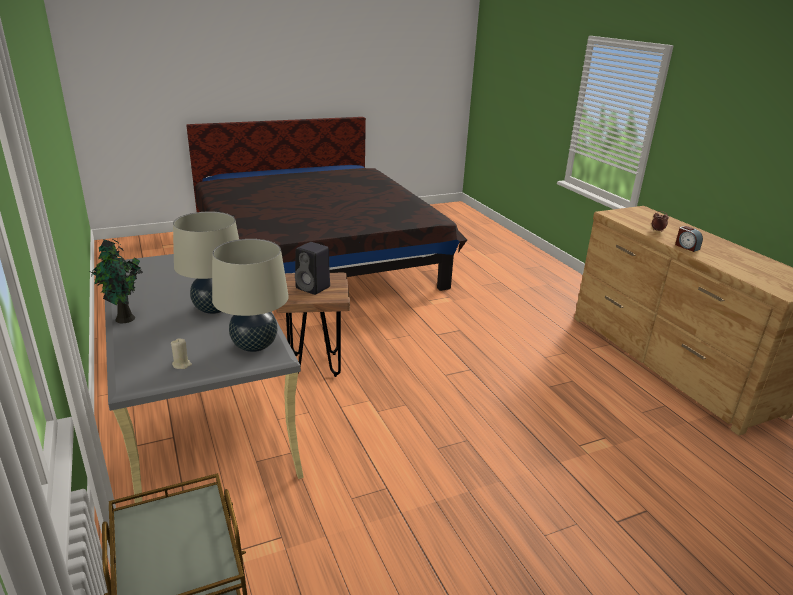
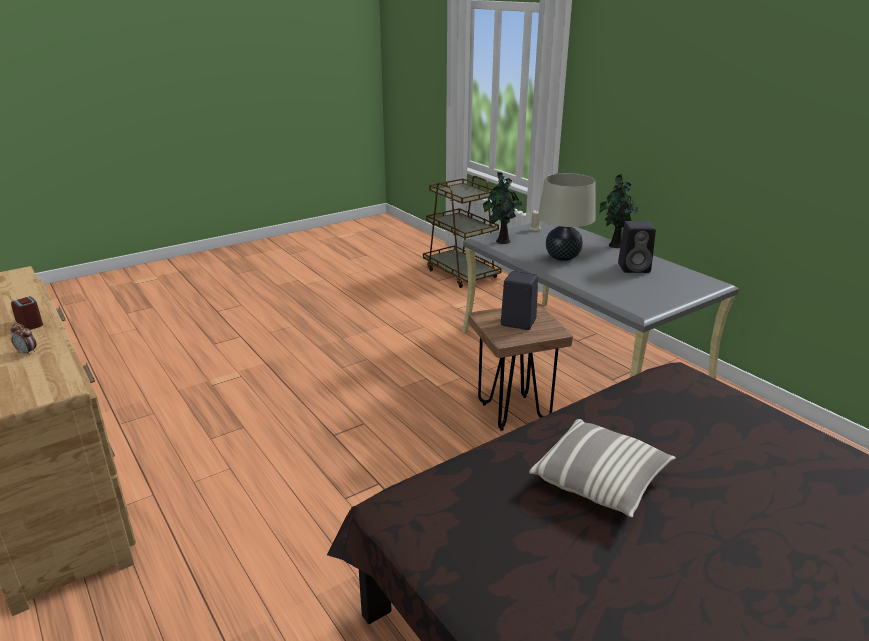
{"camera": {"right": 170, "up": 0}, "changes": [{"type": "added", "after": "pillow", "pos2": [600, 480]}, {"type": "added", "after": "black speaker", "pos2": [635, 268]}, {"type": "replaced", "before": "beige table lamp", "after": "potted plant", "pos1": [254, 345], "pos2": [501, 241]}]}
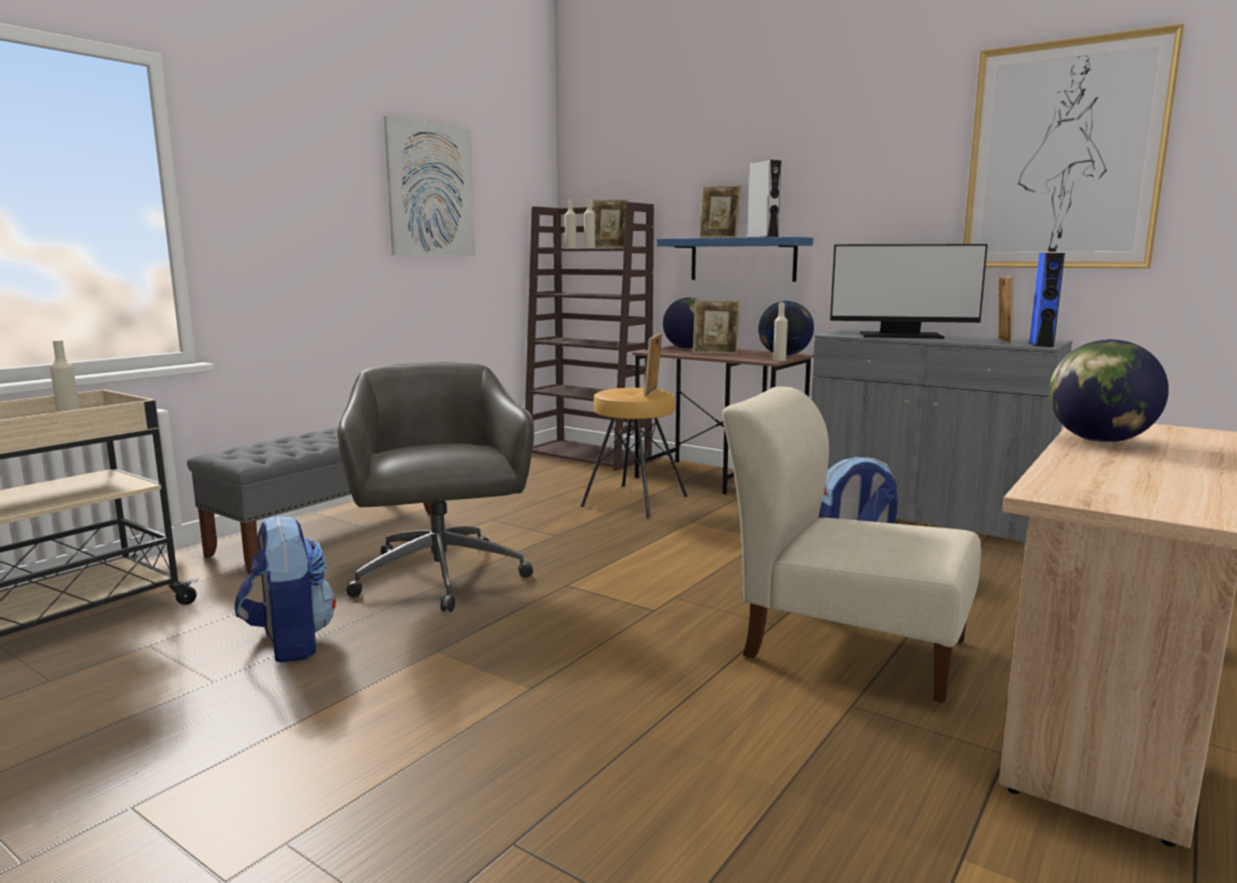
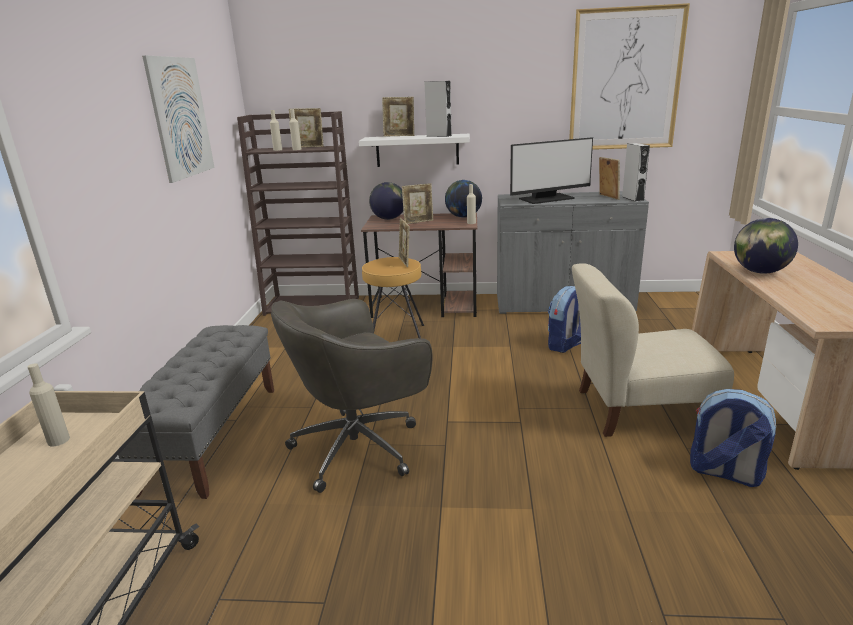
{"camera": {"right": -30, "up": 10}, "changes": [{"type": "moved", "before": "backpack", "pos1": [289, 643], "pos2": [724, 472]}, {"type": "recoloured", "before": "blue shelf", "after": "white shelf", "pos1": [742, 259], "pos2": [417, 150]}, {"type": "recoloured", "before": "blue speaker", "after": "grey speaker", "pos1": [1041, 345], "pos2": [632, 198]}, {"type": "turned", "before": "grey office chair", "pos1": [440, 578], "pos2": [359, 446], "turn": -75}]}
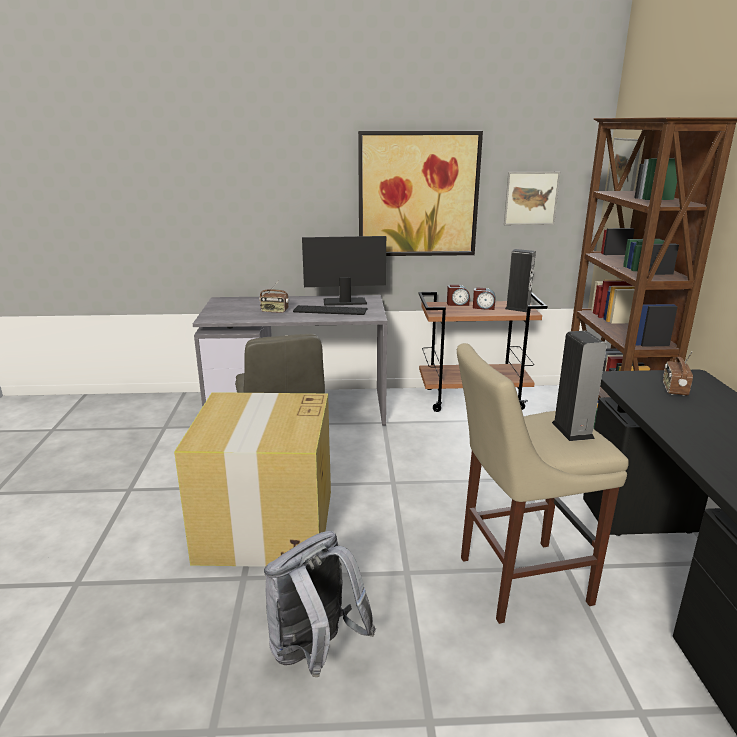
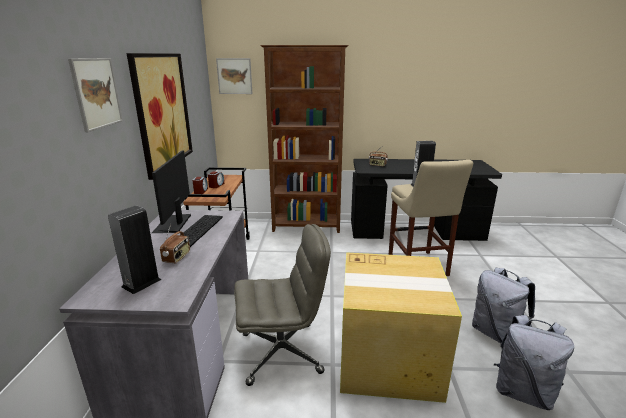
{"camera": {"right": -85, "up": 0}, "changes": [{"type": "added", "after": "grey backpack", "pos2": [522, 391]}, {"type": "moved", "before": "picture", "pos1": [531, 198], "pos2": [96, 93]}, {"type": "moved", "before": "speaker", "pos1": [518, 308], "pos2": [141, 283]}]}
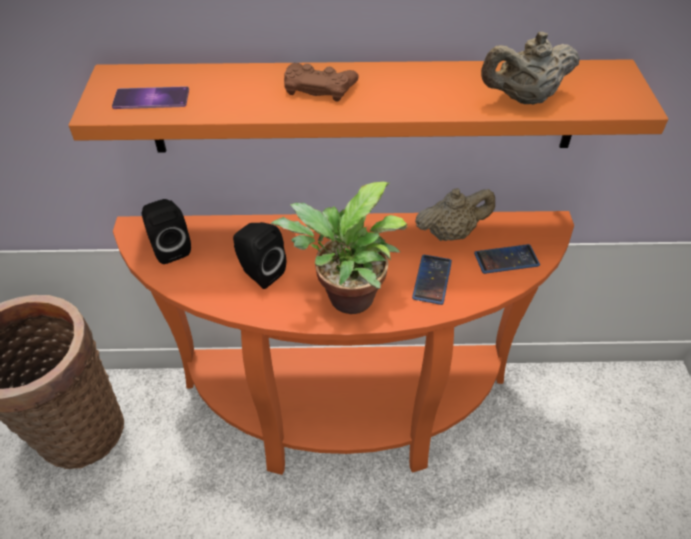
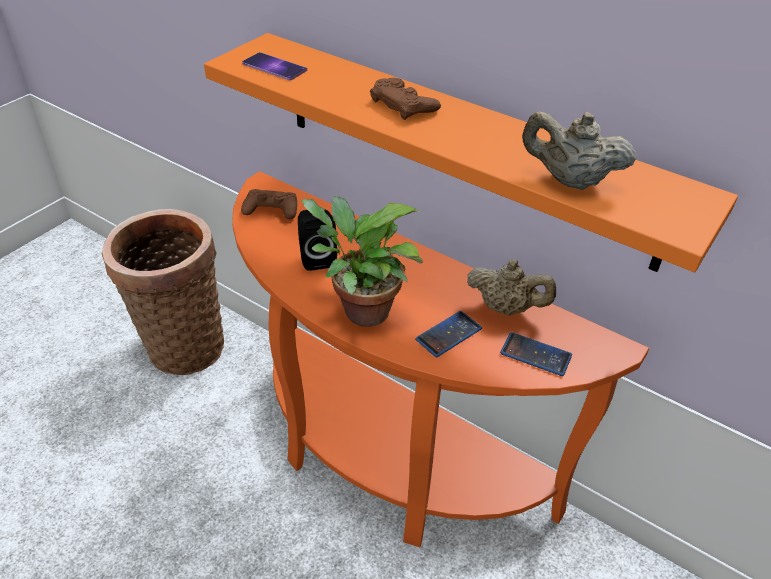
{"camera": {"right": 35, "up": -5}, "changes": [{"type": "replaced", "before": "black speaker", "after": "brown game controller", "pos1": [170, 248], "pos2": [271, 209]}]}
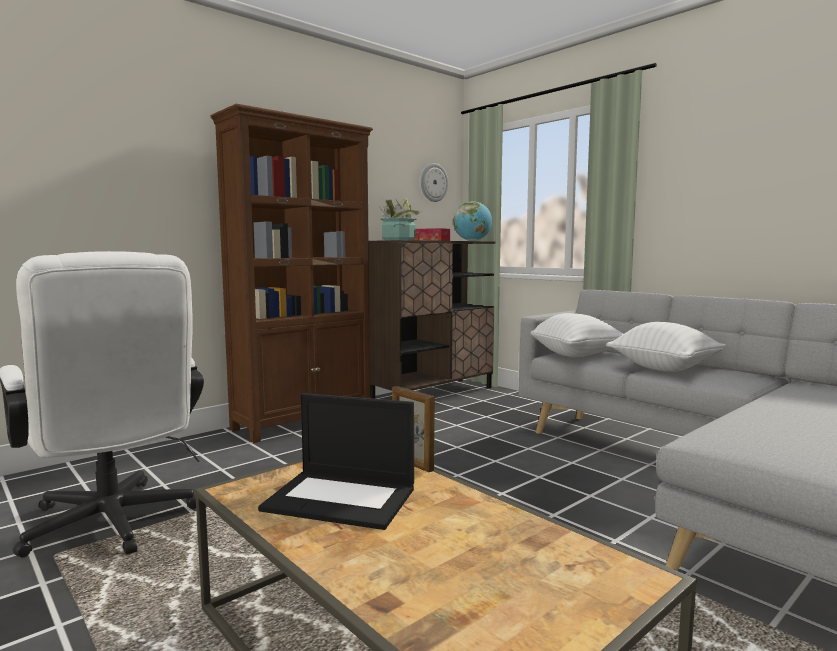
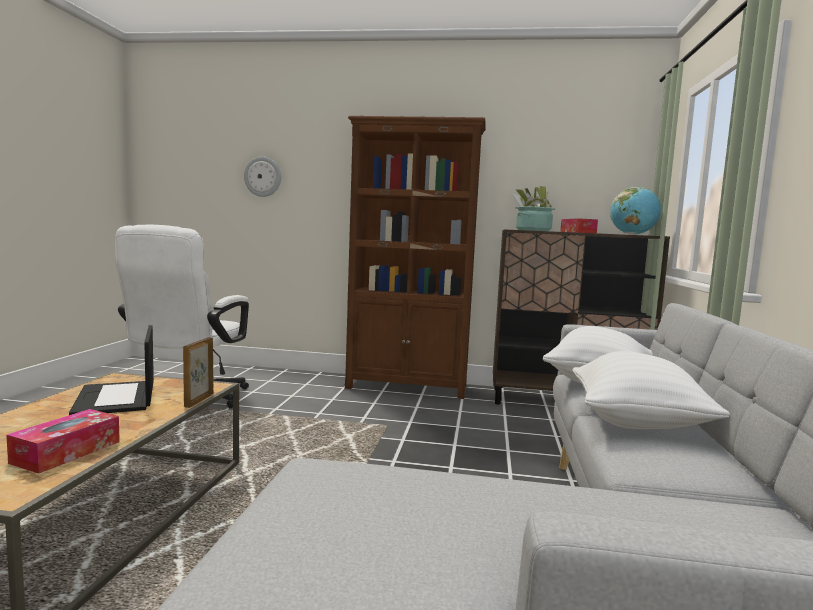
{"camera": {"right": 50, "up": 0}, "changes": [{"type": "added", "after": "tissue box", "pos2": [67, 452]}, {"type": "moved", "before": "wall clock", "pos1": [433, 182], "pos2": [263, 177]}]}
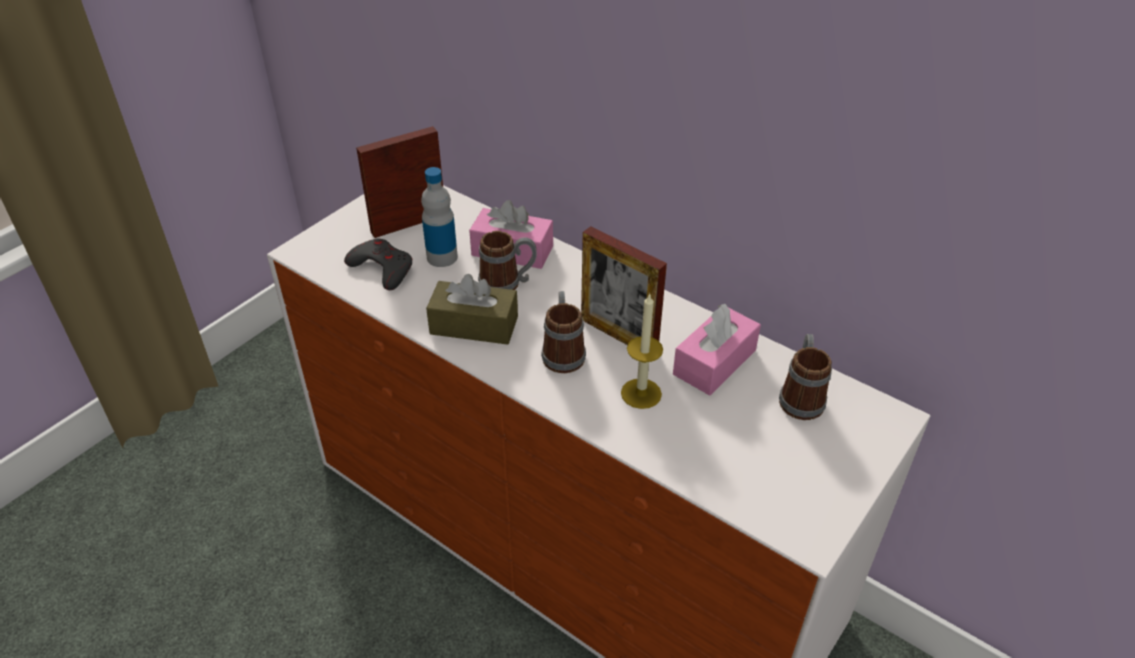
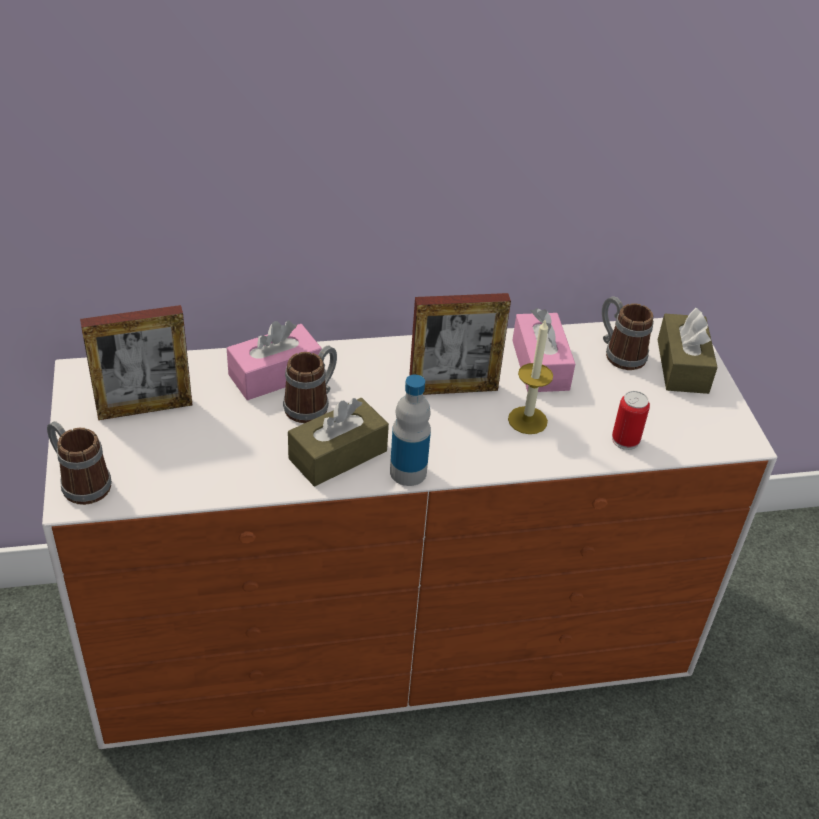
{"camera": {"right": -50, "up": 0}, "changes": [{"type": "removed", "before": "grey game controller", "pos1": [382, 268]}, {"type": "added", "after": "can", "pos2": [625, 440]}, {"type": "added", "after": "brown tissue box", "pos2": [682, 366]}, {"type": "moved", "before": "bottle", "pos1": [442, 257], "pos2": [408, 472]}, {"type": "moved", "before": "mug", "pos1": [563, 352], "pos2": [80, 482]}, {"type": "turned", "before": "picture frame", "pos1": [408, 223], "pos2": [145, 408], "turn": -120}]}
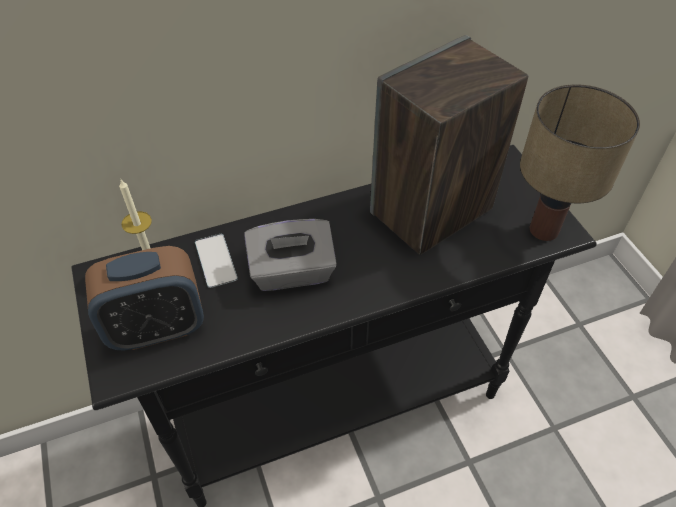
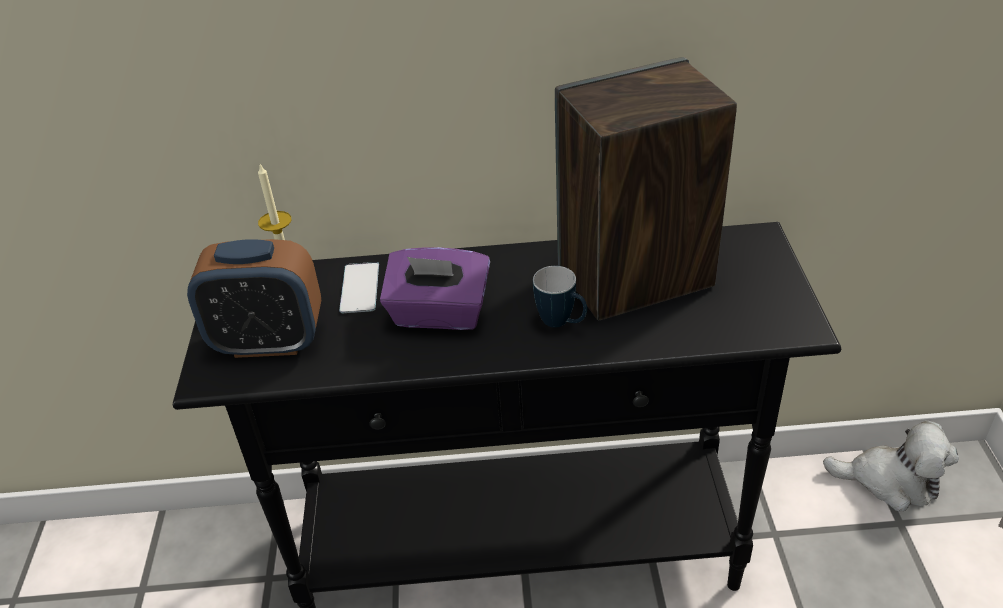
{"camera": {"right": 20, "up": -10}, "changes": [{"type": "removed", "before": "table lamp", "pos1": [543, 231]}, {"type": "added", "after": "mug", "pos2": [562, 323]}, {"type": "added", "after": "plush toy", "pos2": [890, 481]}, {"type": "recoloured", "before": "grey tissue box", "after": "purple tissue box", "pos1": [292, 273], "pos2": [439, 314]}]}
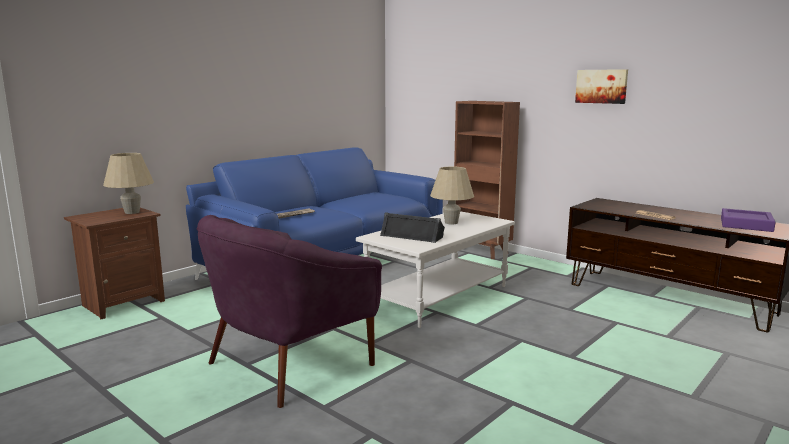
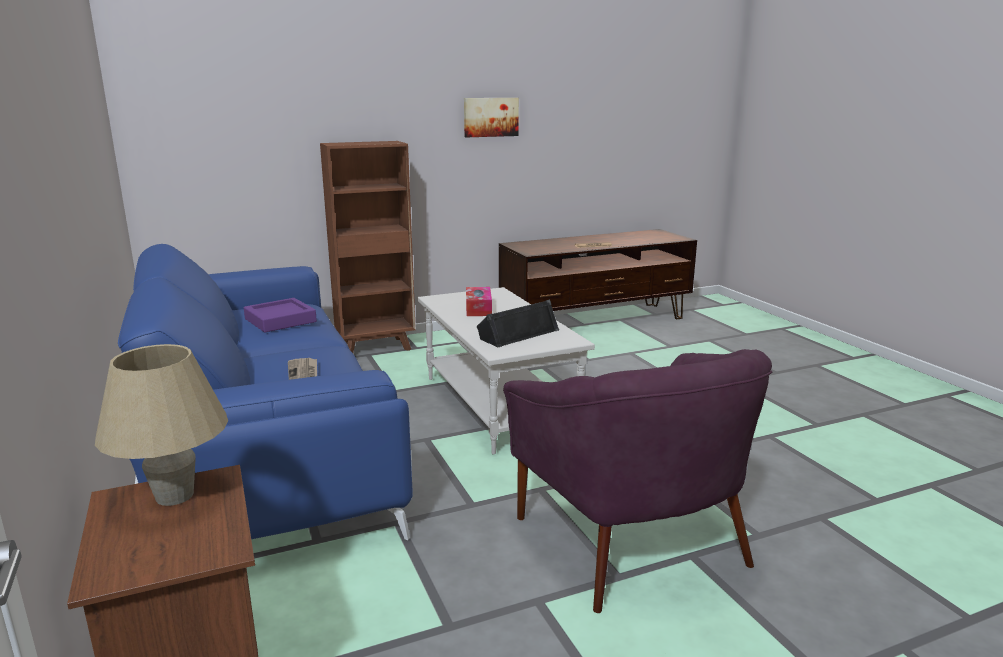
{"camera": {"right": -65, "up": 5}, "changes": [{"type": "moved", "before": "purple tray", "pos1": [746, 224], "pos2": [280, 320]}, {"type": "replaced", "before": "beige table lamp", "after": "tissue box", "pos1": [451, 222], "pos2": [478, 308]}]}
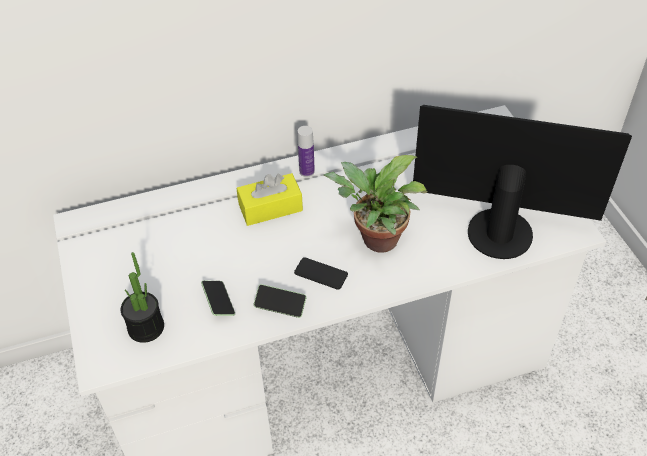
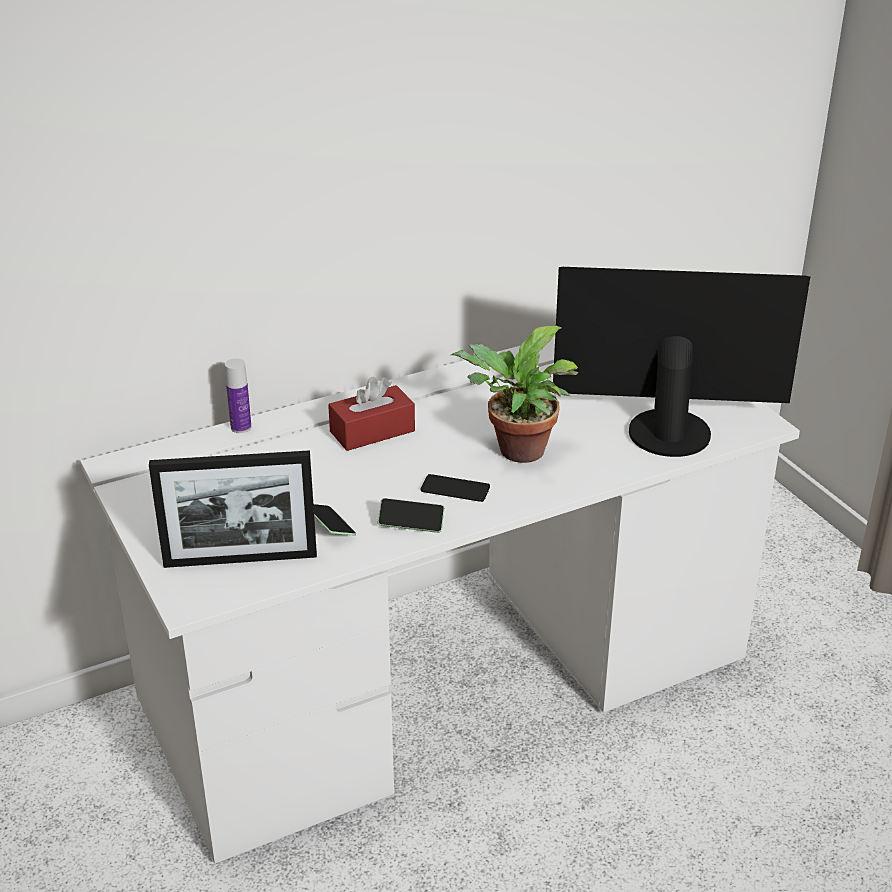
{"camera": {"right": -10, "up": -15}, "changes": [{"type": "moved", "before": "bottle", "pos1": [307, 171], "pos2": [241, 427]}, {"type": "replaced", "before": "potted plant", "after": "picture frame", "pos1": [146, 327], "pos2": [240, 559]}, {"type": "recoloured", "before": "yellow tissue box", "after": "red tissue box", "pos1": [270, 208], "pos2": [372, 431]}]}
